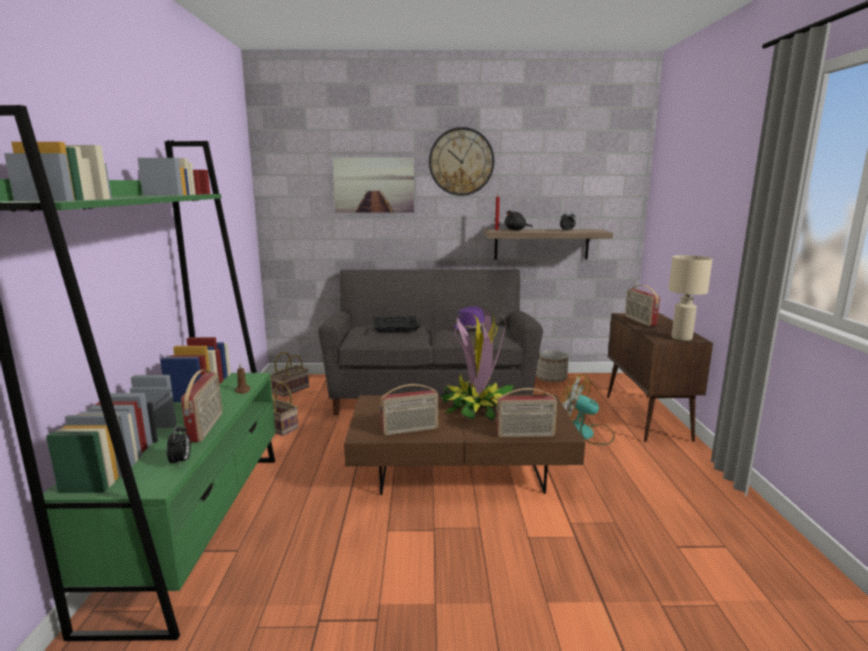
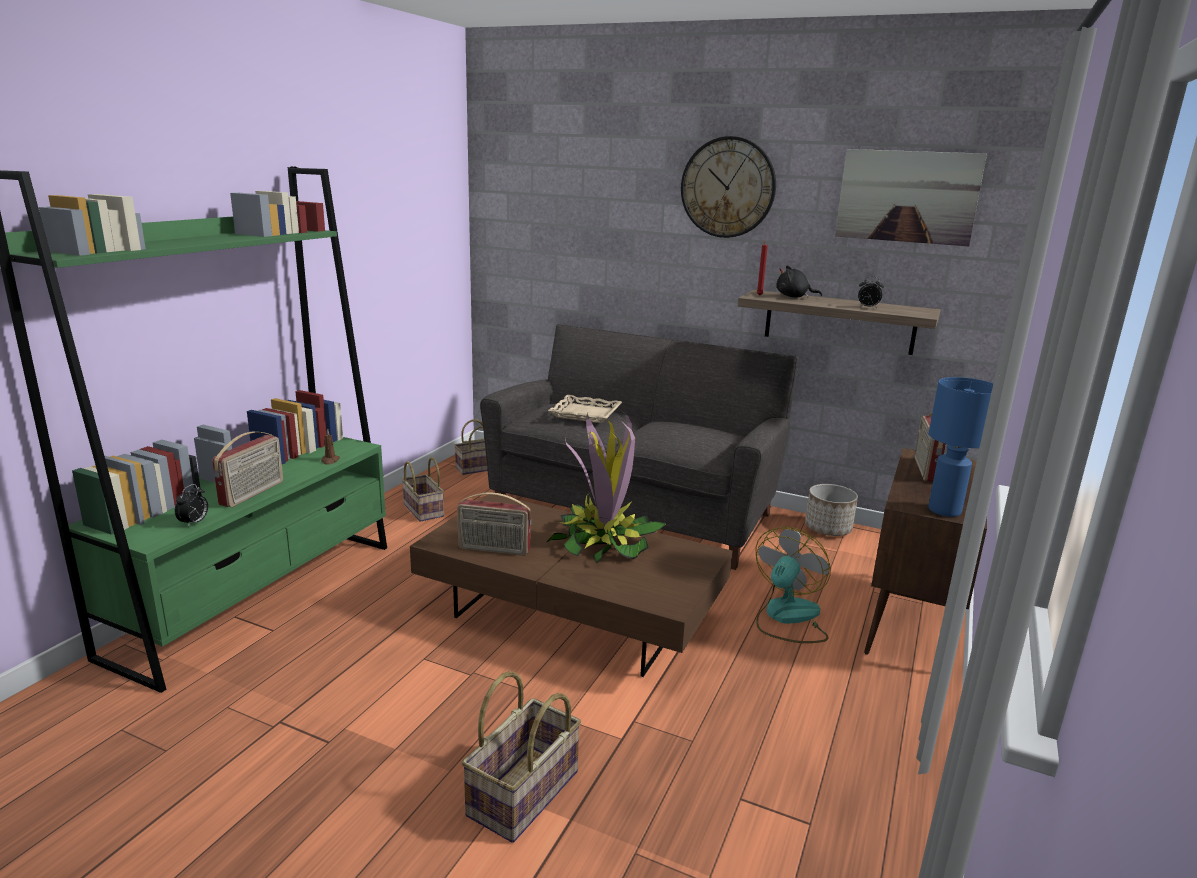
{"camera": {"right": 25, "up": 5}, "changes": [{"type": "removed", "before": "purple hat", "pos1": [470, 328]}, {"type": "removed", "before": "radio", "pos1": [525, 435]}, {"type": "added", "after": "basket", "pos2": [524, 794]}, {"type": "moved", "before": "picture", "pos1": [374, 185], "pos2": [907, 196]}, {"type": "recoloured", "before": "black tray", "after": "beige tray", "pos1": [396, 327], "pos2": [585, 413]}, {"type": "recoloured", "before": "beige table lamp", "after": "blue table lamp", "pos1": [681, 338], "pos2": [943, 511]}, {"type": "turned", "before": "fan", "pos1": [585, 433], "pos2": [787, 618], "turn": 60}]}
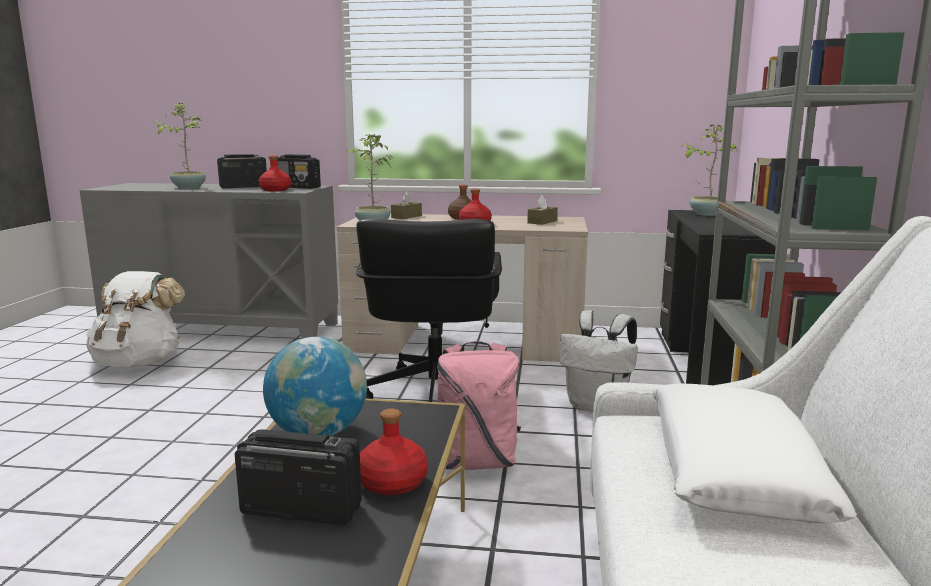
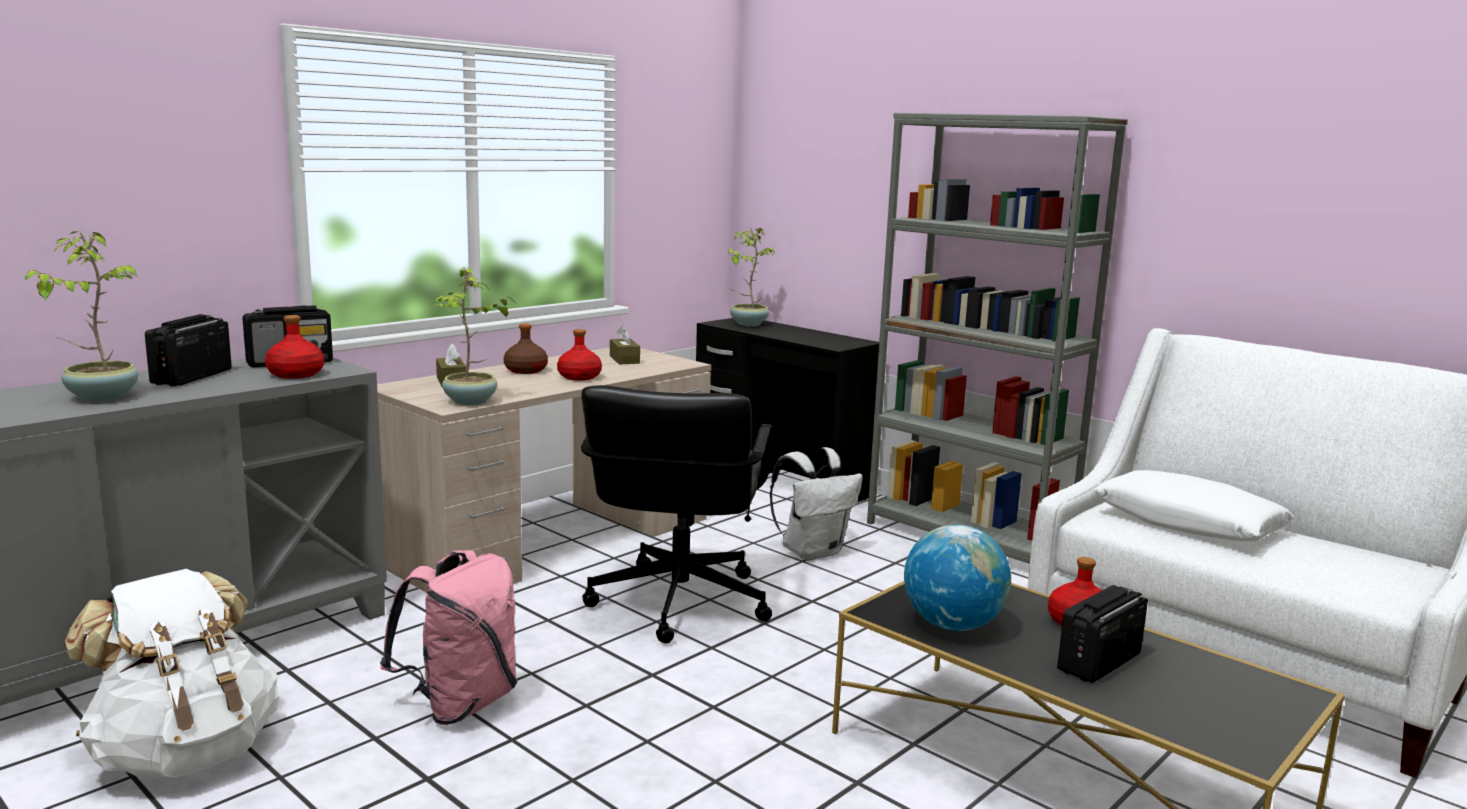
{"camera": {"right": -55, "up": 0}, "changes": [{"type": "moved", "before": "pink backpack", "pos1": [477, 462], "pos2": [460, 704]}, {"type": "turned", "before": "black office chair", "pos1": [434, 395], "pos2": [677, 603], "turn": 60}]}
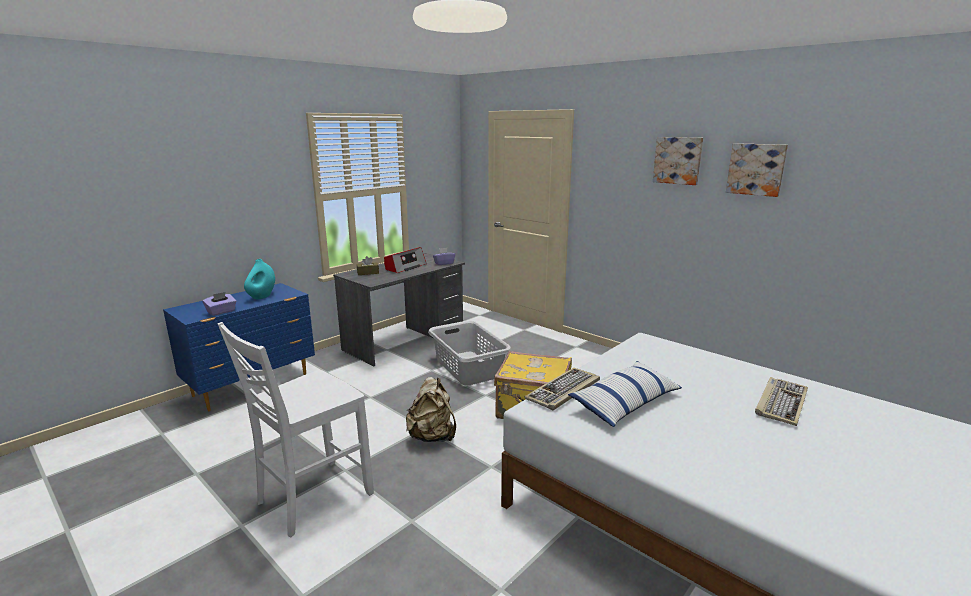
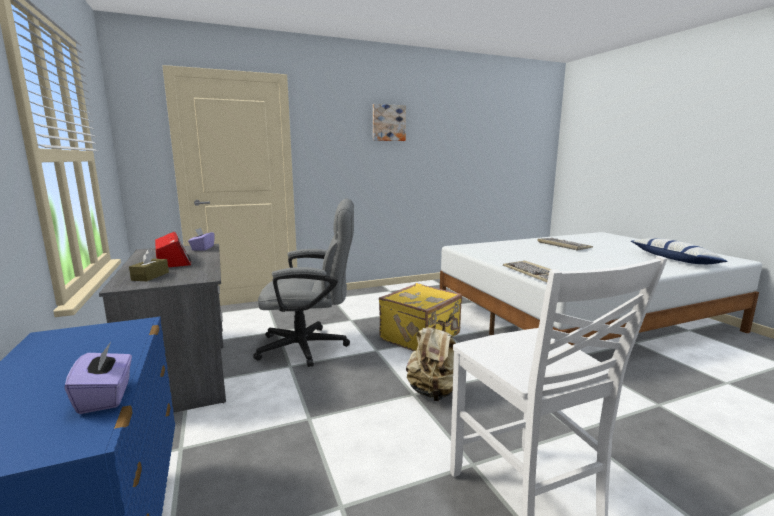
{"camera": {"right": -65, "up": -5}, "changes": [{"type": "removed", "before": "turquoise vase", "pos1": [262, 297]}, {"type": "removed", "before": "picture", "pos1": [756, 169]}, {"type": "moved", "before": "pillow", "pos1": [625, 403], "pos2": [674, 259]}, {"type": "replaced", "before": "grey laundry basket", "after": "grey office chair", "pos1": [468, 368], "pos2": [311, 346]}]}
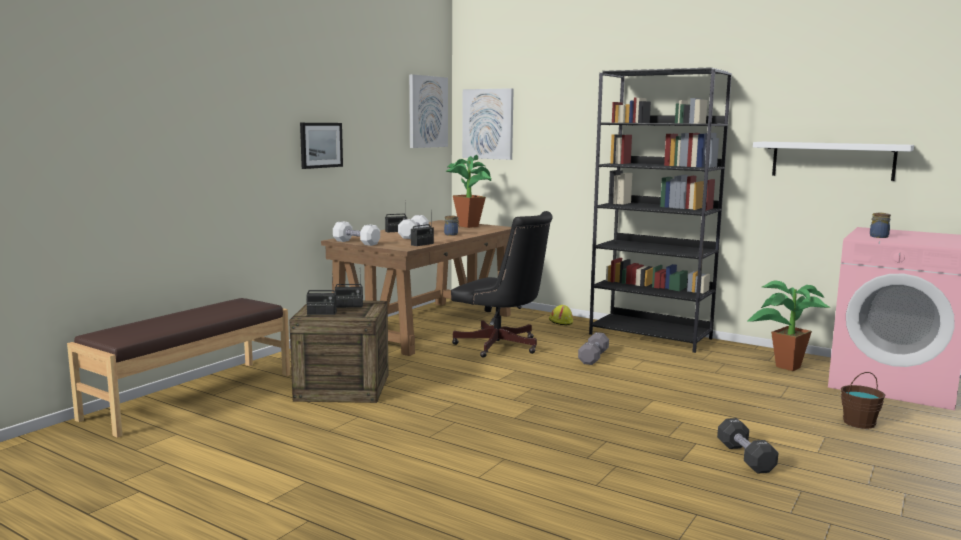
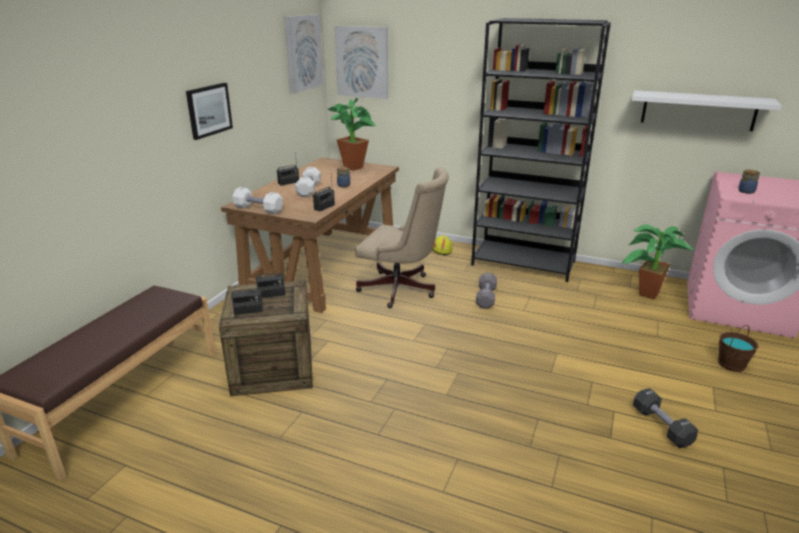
{"camera": {"right": -10, "up": 15}, "changes": [{"type": "recoloured", "before": "black office chair", "after": "beige office chair", "pos1": [502, 346], "pos2": [401, 290]}]}
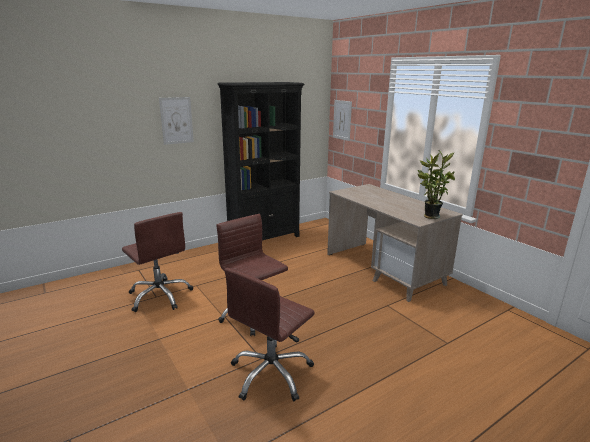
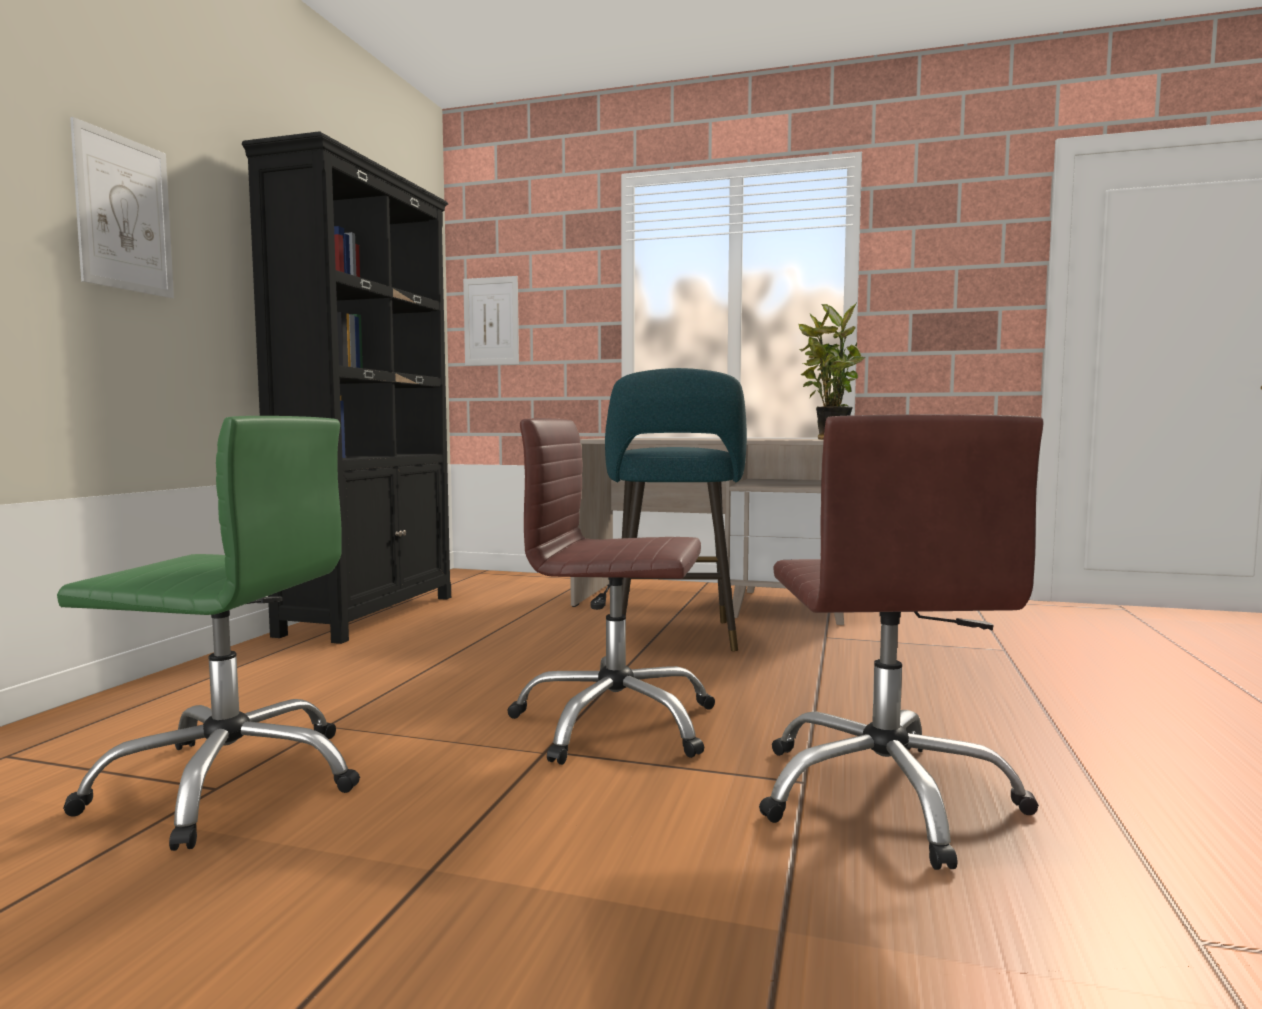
{"camera": {"right": -40, "up": -15}, "changes": [{"type": "added", "after": "turquoise stool", "pos2": [673, 638]}, {"type": "recoloured", "before": "brown office chair", "after": "green office chair", "pos1": [160, 296], "pos2": [231, 782]}]}
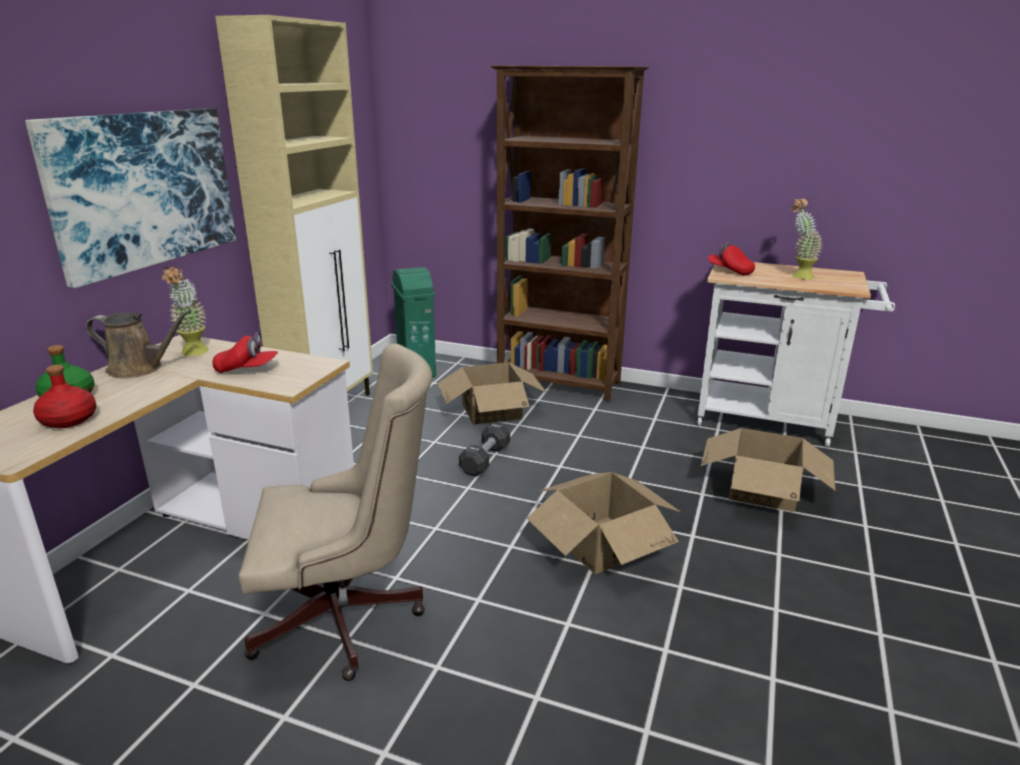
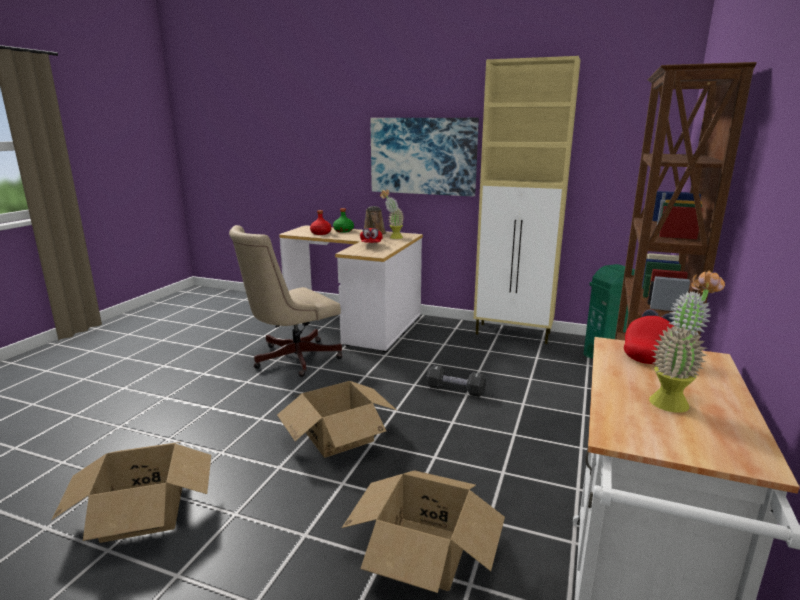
{"camera": {"right": 90, "up": -5}, "changes": [{"type": "moved", "before": "cardboard box", "pos1": [491, 411], "pos2": [143, 512]}, {"type": "turned", "before": "beige office chair", "pos1": [348, 618], "pos2": [291, 359], "turn": 60}]}
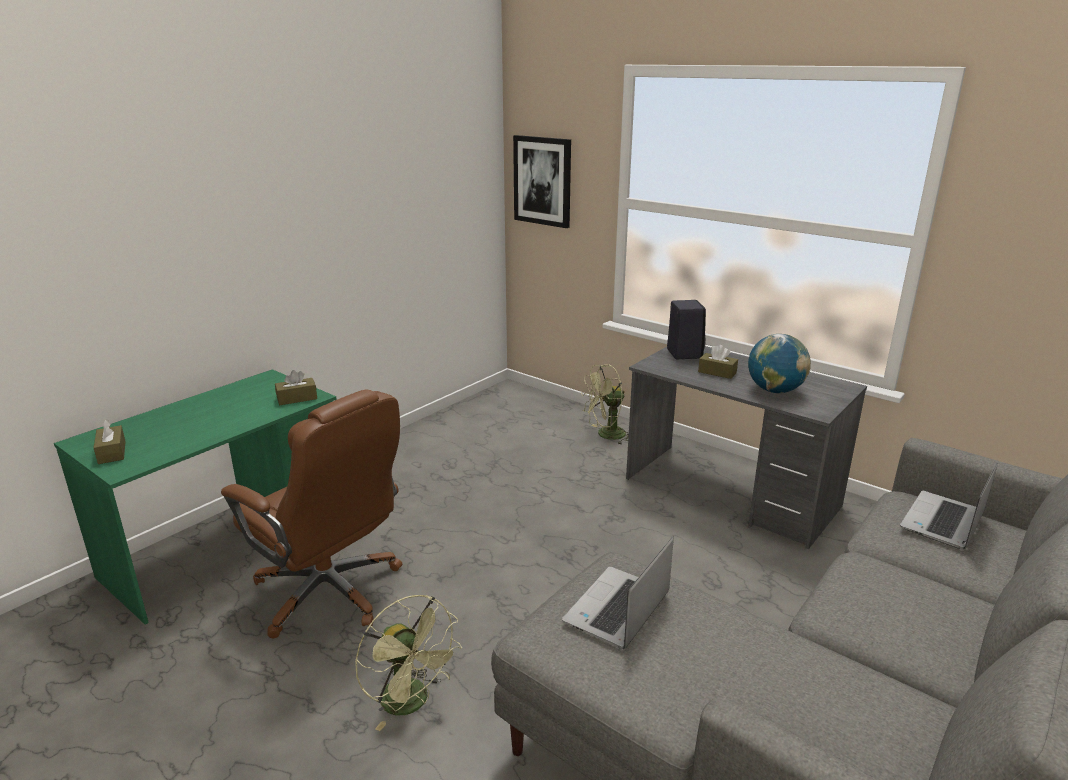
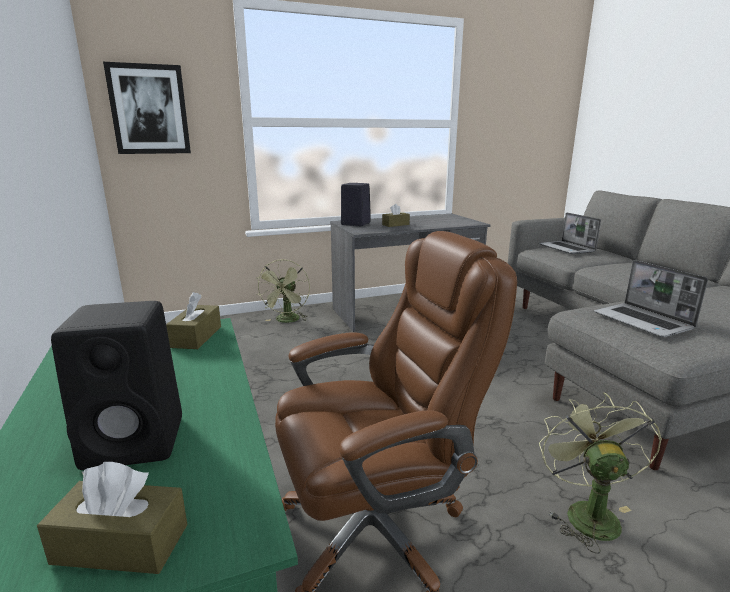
{"camera": {"right": -60, "up": -5}, "changes": [{"type": "removed", "before": "globe", "pos1": [774, 391]}, {"type": "added", "after": "black speaker", "pos2": [138, 441]}, {"type": "turned", "before": "green fan", "pos1": [412, 703], "pos2": [586, 512], "turn": -75}]}
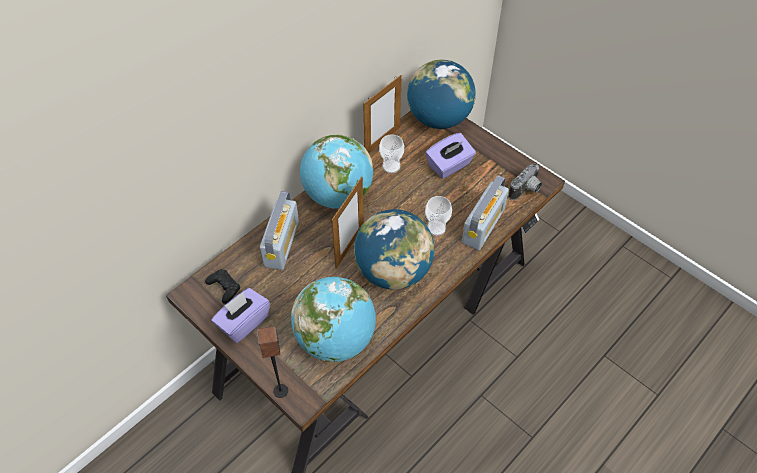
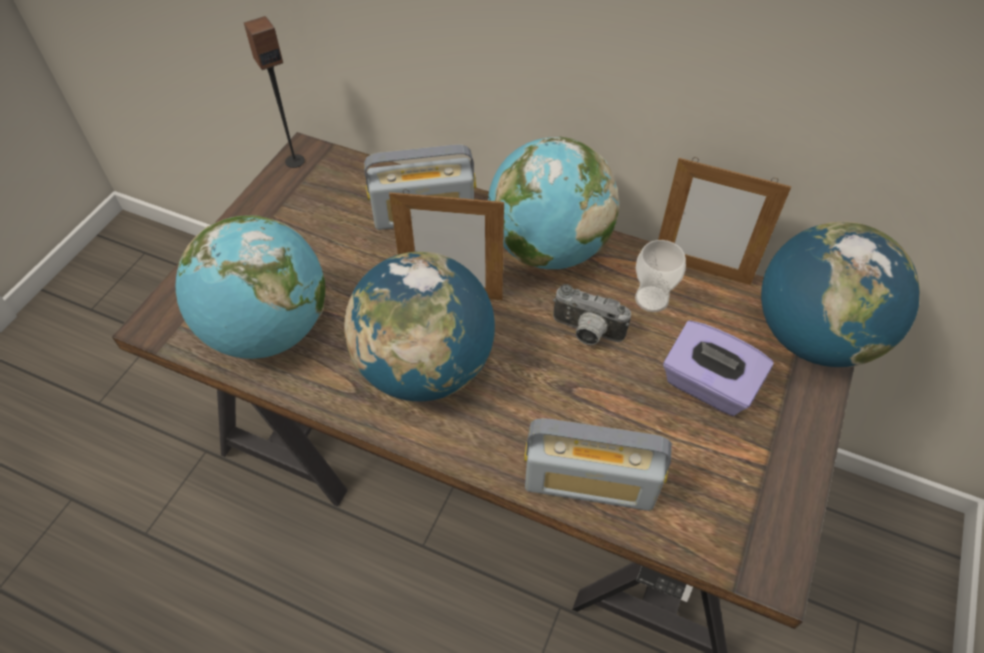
{"camera": {"right": 70, "up": 0}, "changes": [{"type": "removed", "before": "black game controller", "pos1": [224, 288]}, {"type": "removed", "before": "purple tissue box", "pos1": [243, 323]}, {"type": "removed", "before": "cup", "pos1": [436, 228]}, {"type": "moved", "before": "speaker", "pos1": [280, 391], "pos2": [294, 161]}, {"type": "moved", "before": "photo camera", "pos1": [526, 190], "pos2": [586, 333]}]}
